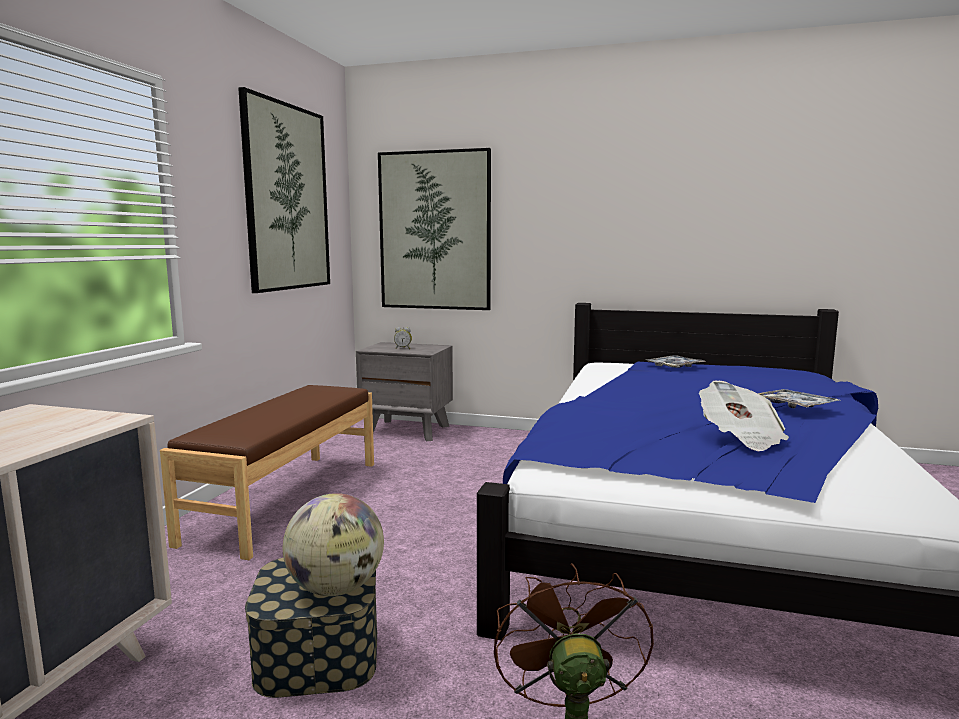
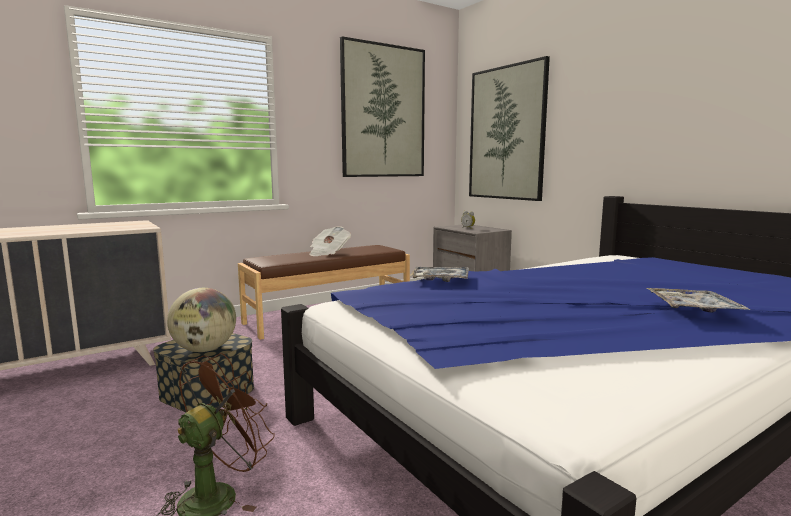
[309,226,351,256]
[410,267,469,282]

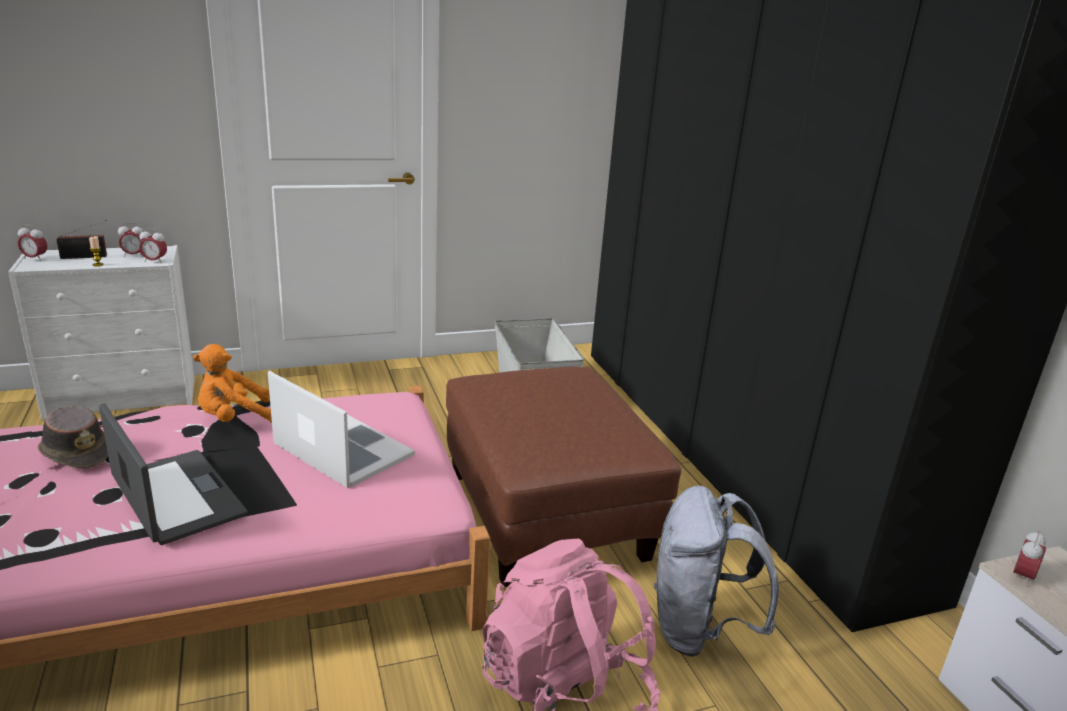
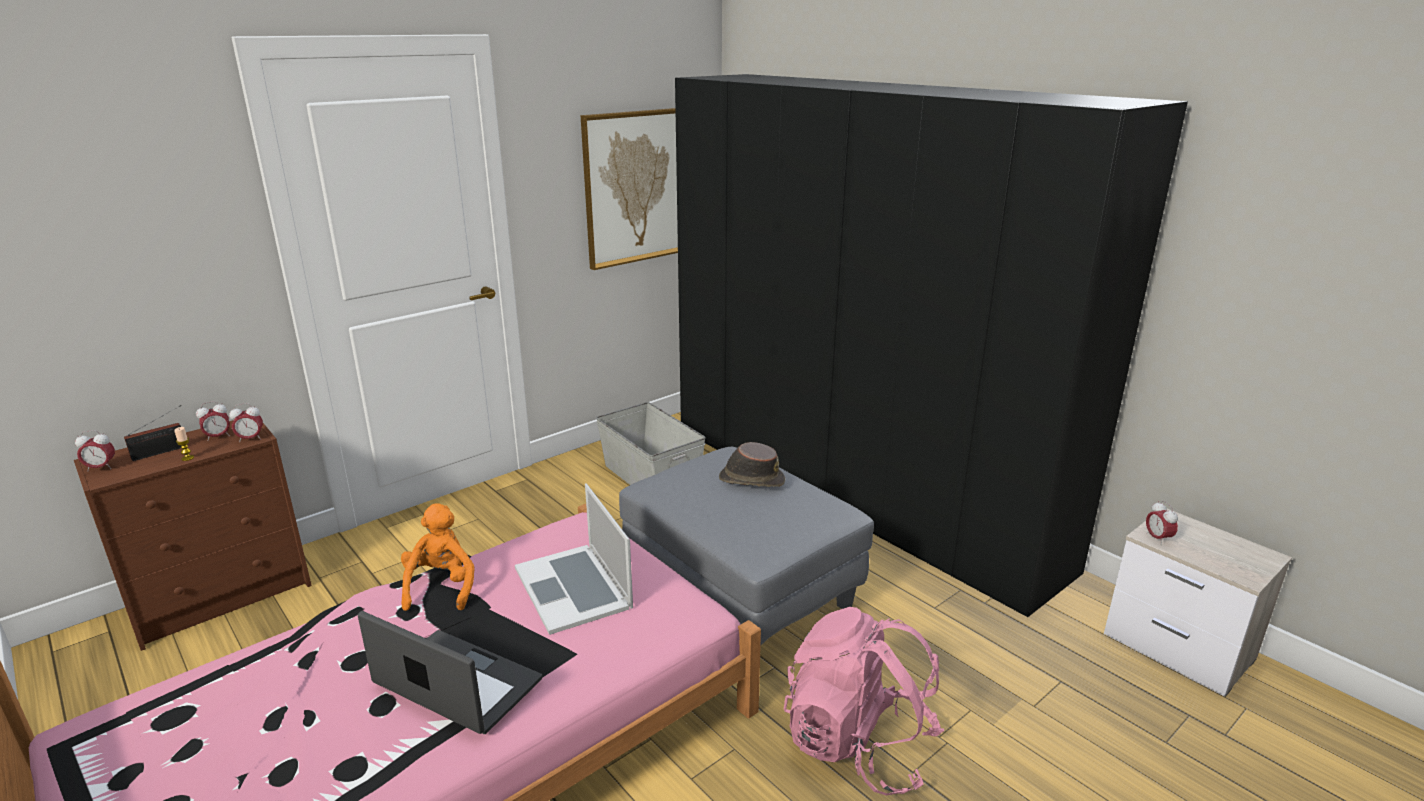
[74,420,312,651]
[401,503,474,611]
[515,483,633,635]
[580,108,678,270]
[619,446,874,645]
[719,442,785,487]
[1146,501,1178,545]
[654,486,779,657] (first image)

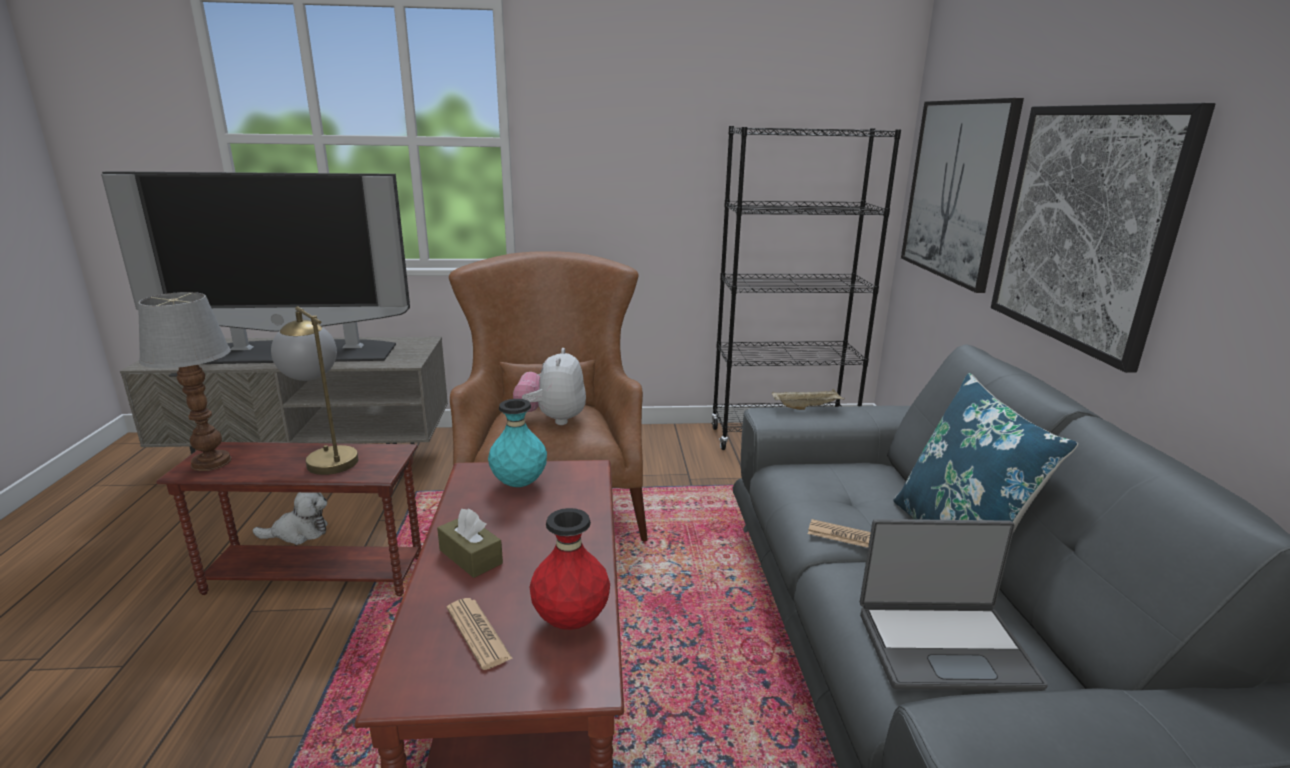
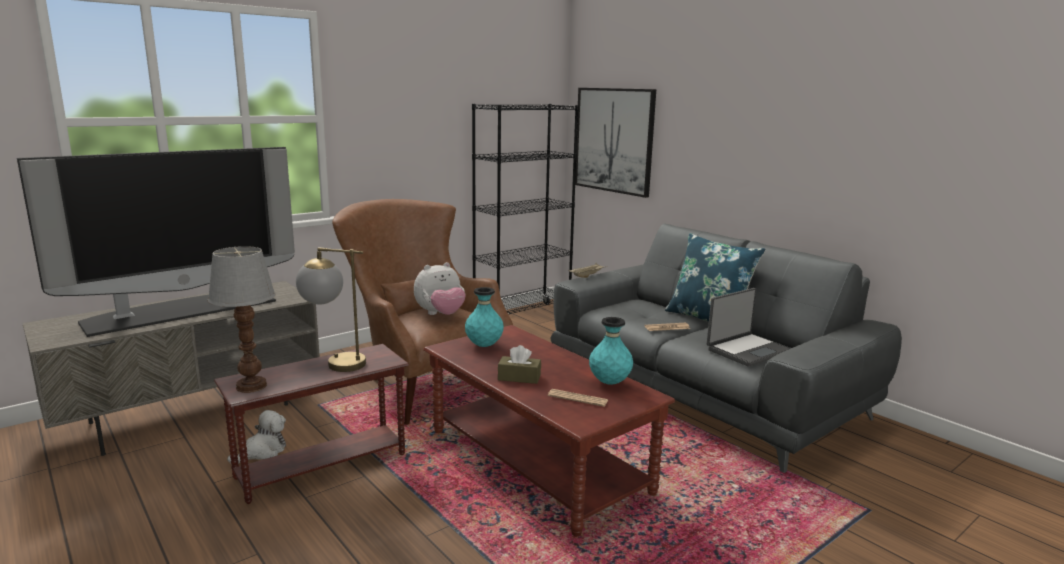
[414,262,466,315]
[589,317,633,385]
[991,103,1215,373] (first image)

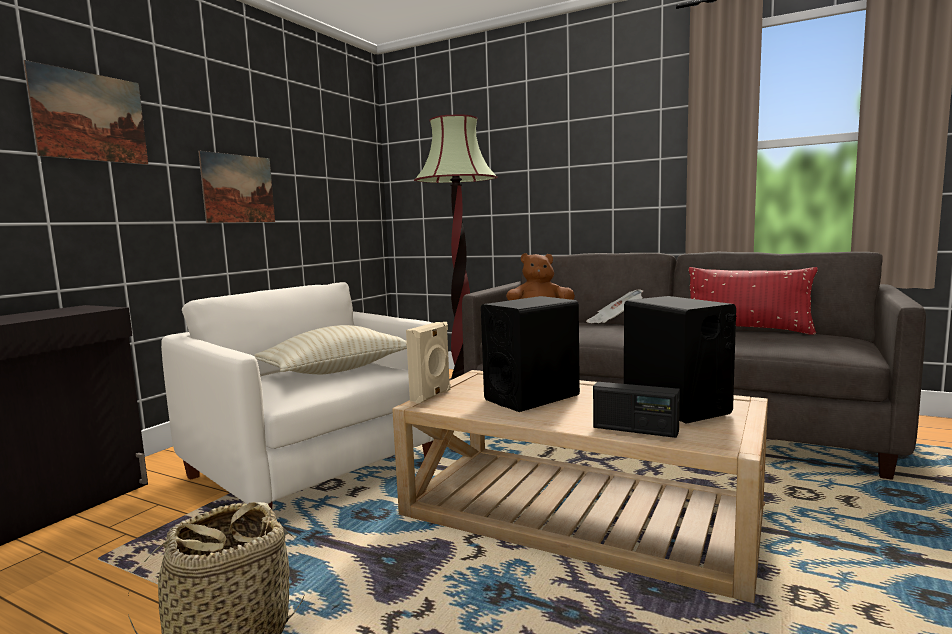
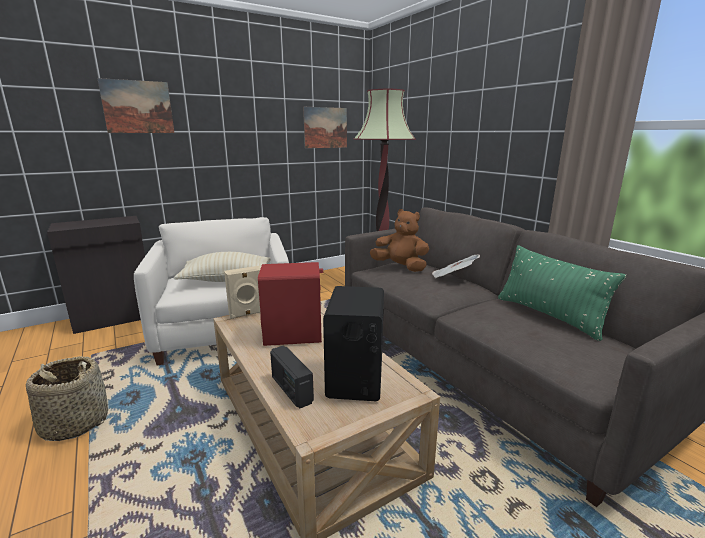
[258,262,323,346]
[303,107,347,148]
[498,245,626,341]

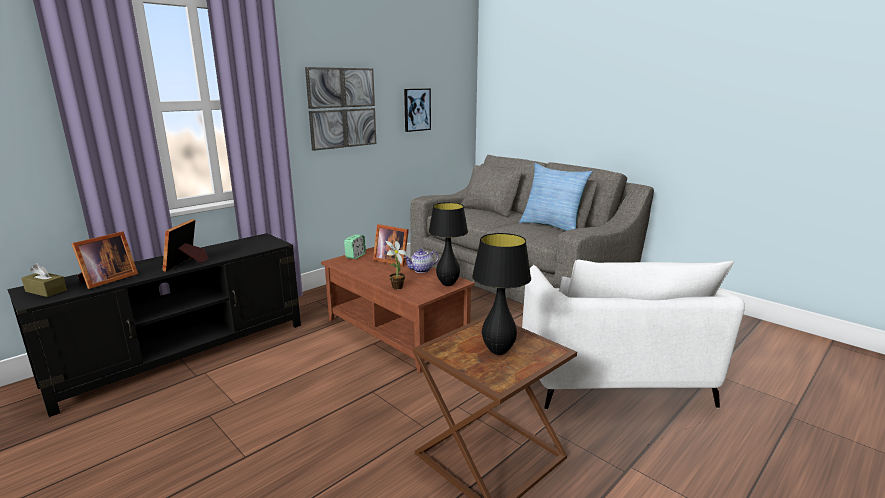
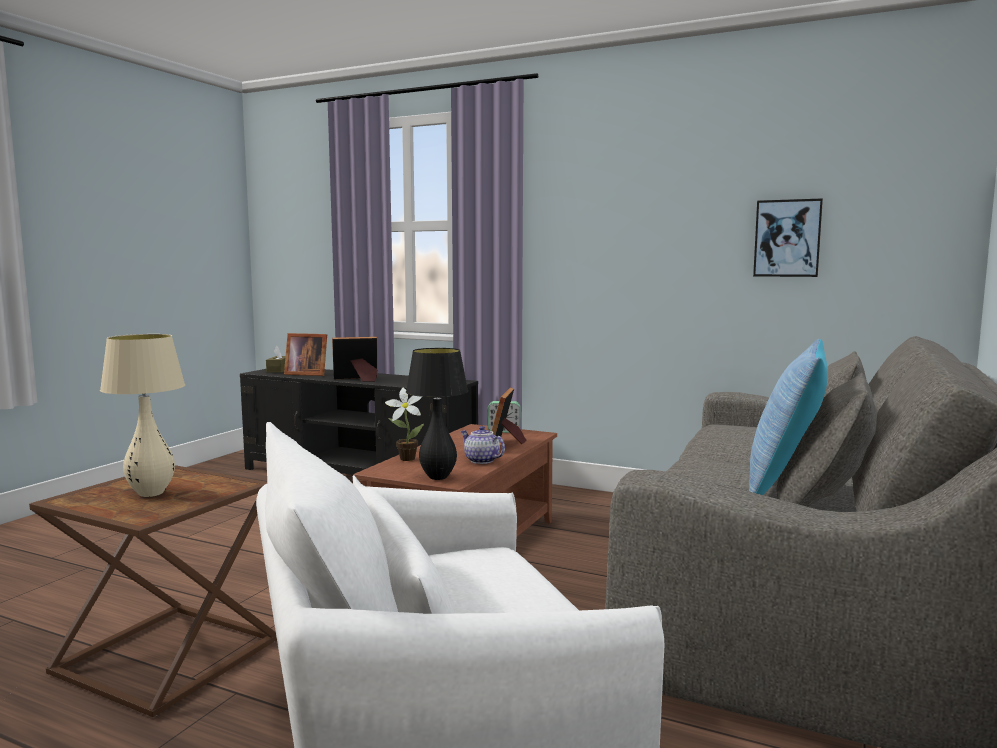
[100,334,185,497]
[305,67,376,151] (first image)

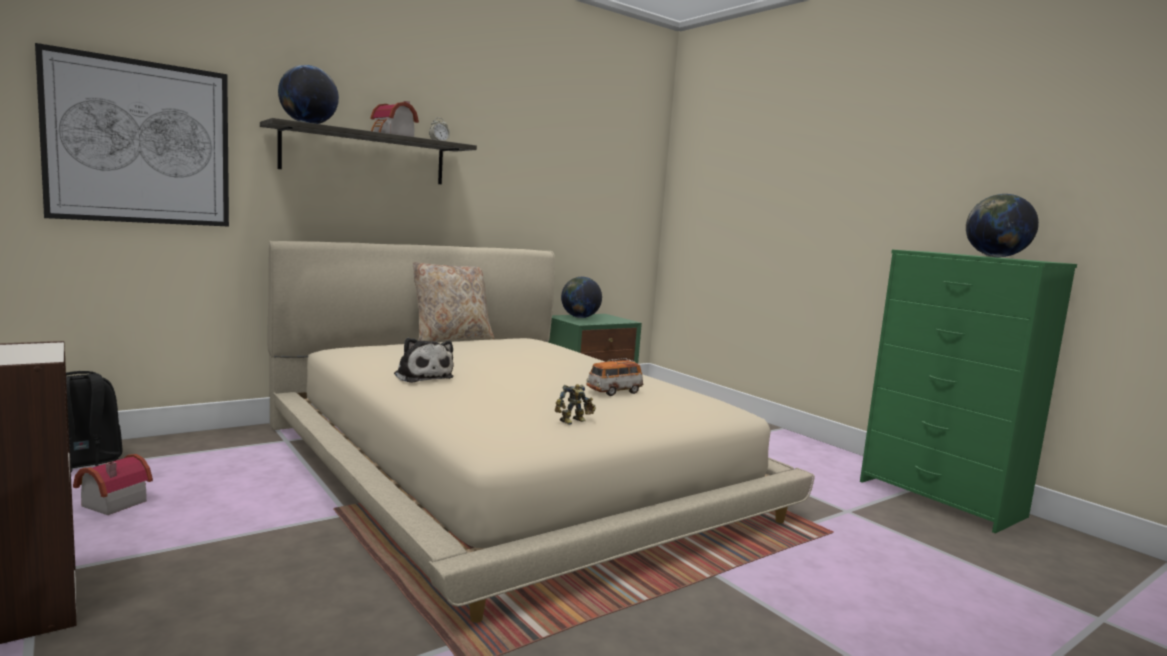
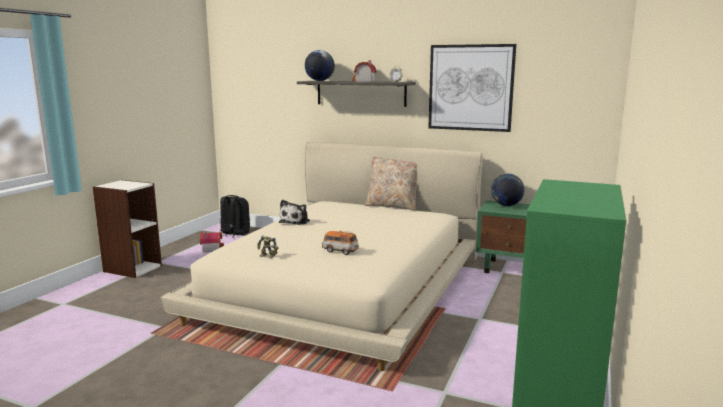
[428,44,516,132]
[966,194,1039,257] (first image)

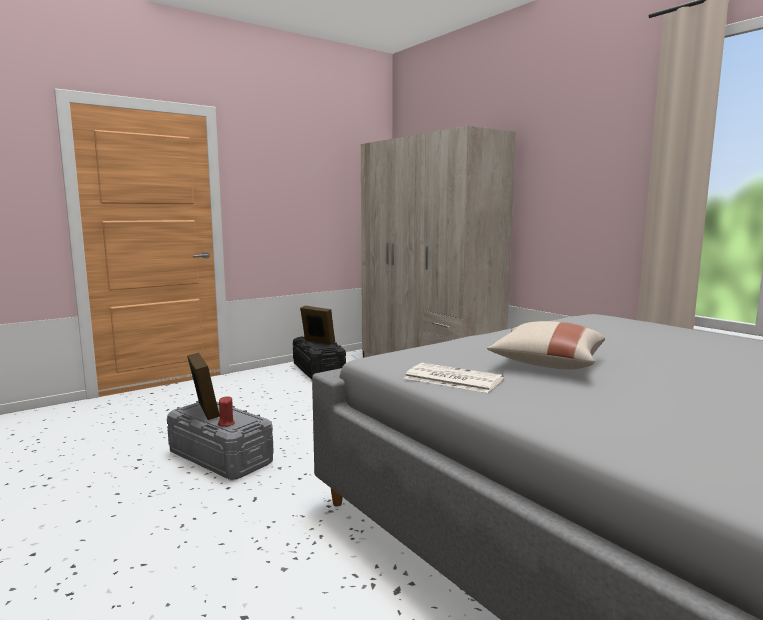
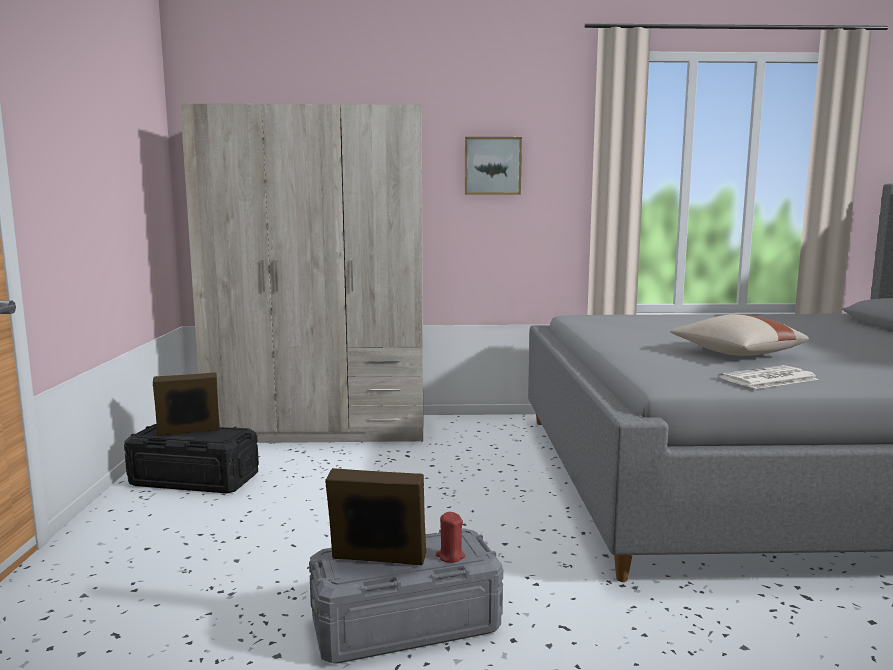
[465,137,522,195]

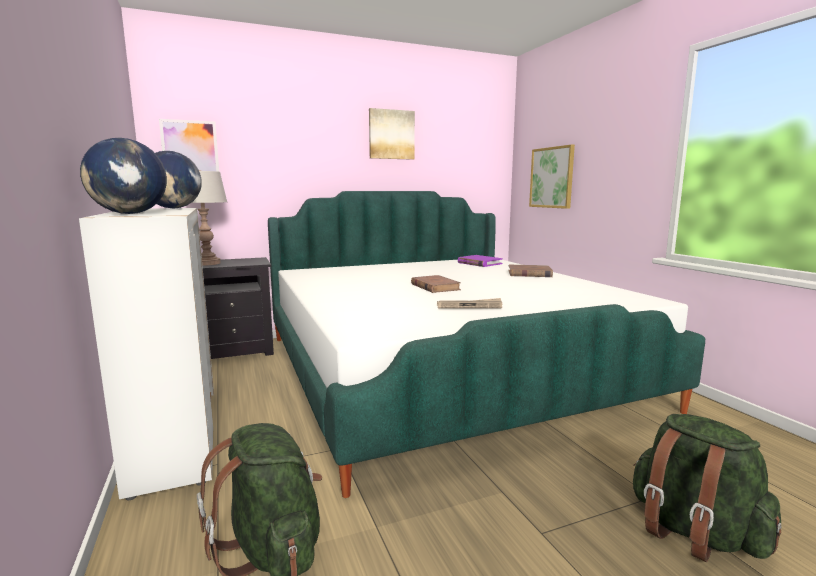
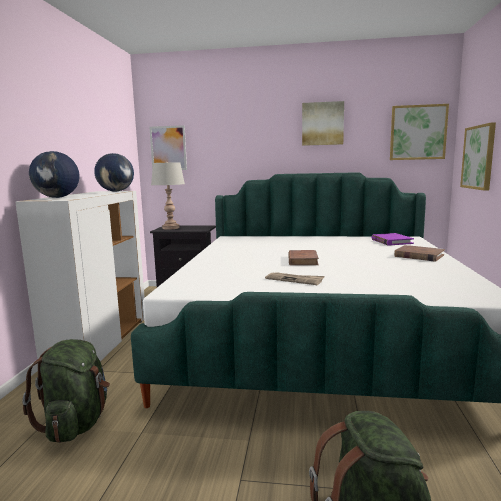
[390,104,449,160]

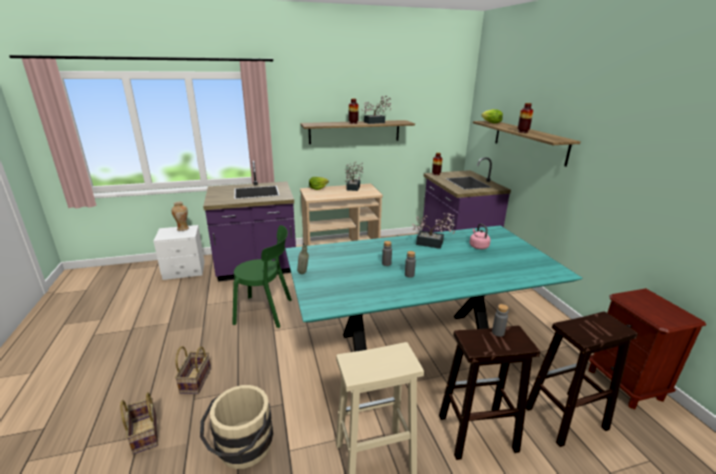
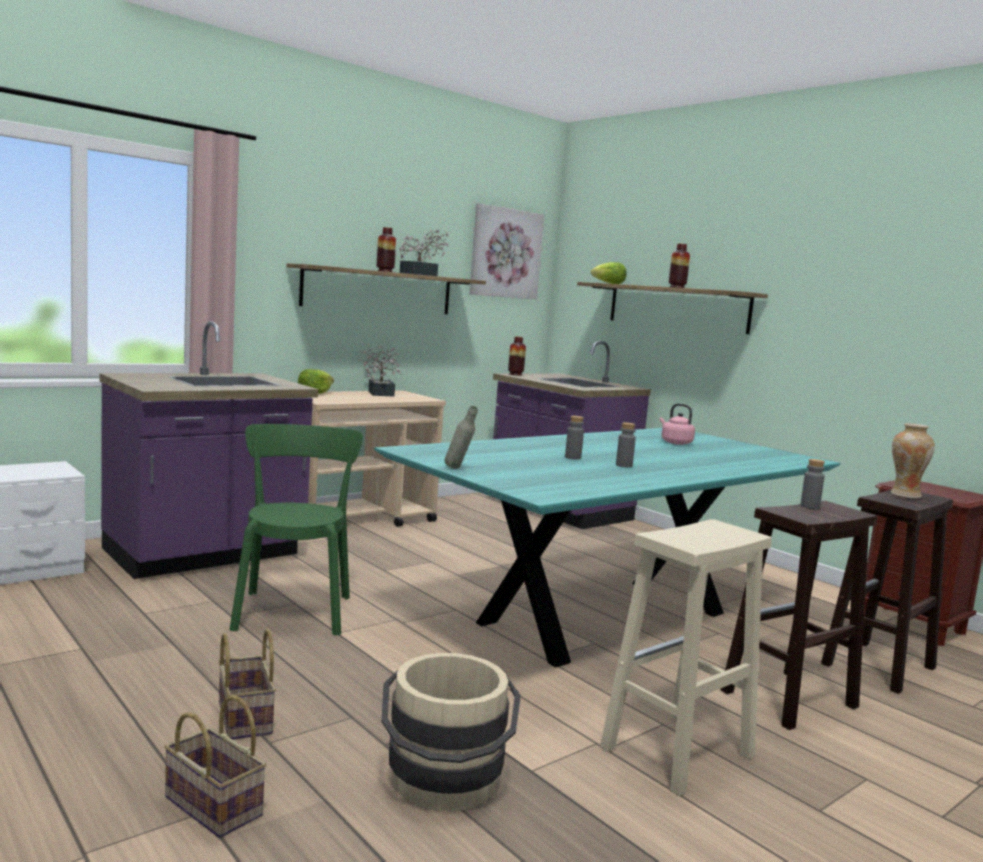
[229,424,363,635]
[469,203,544,300]
[891,423,935,498]
[412,213,455,249] (first image)

